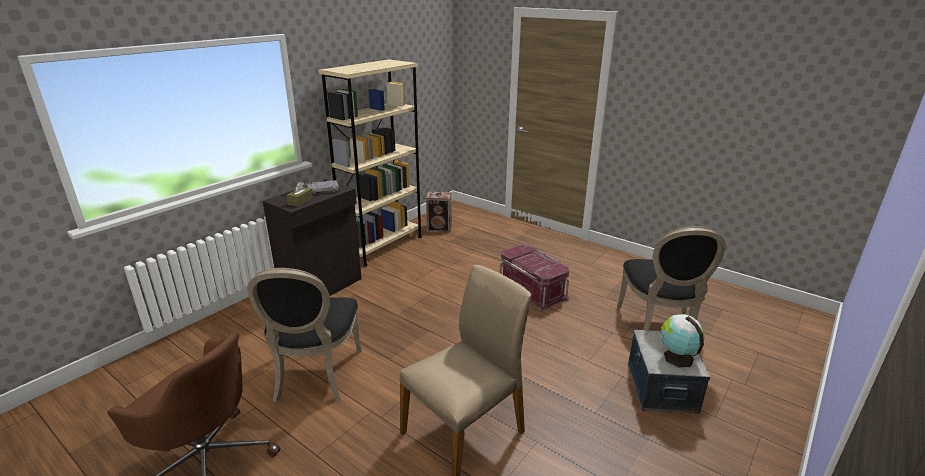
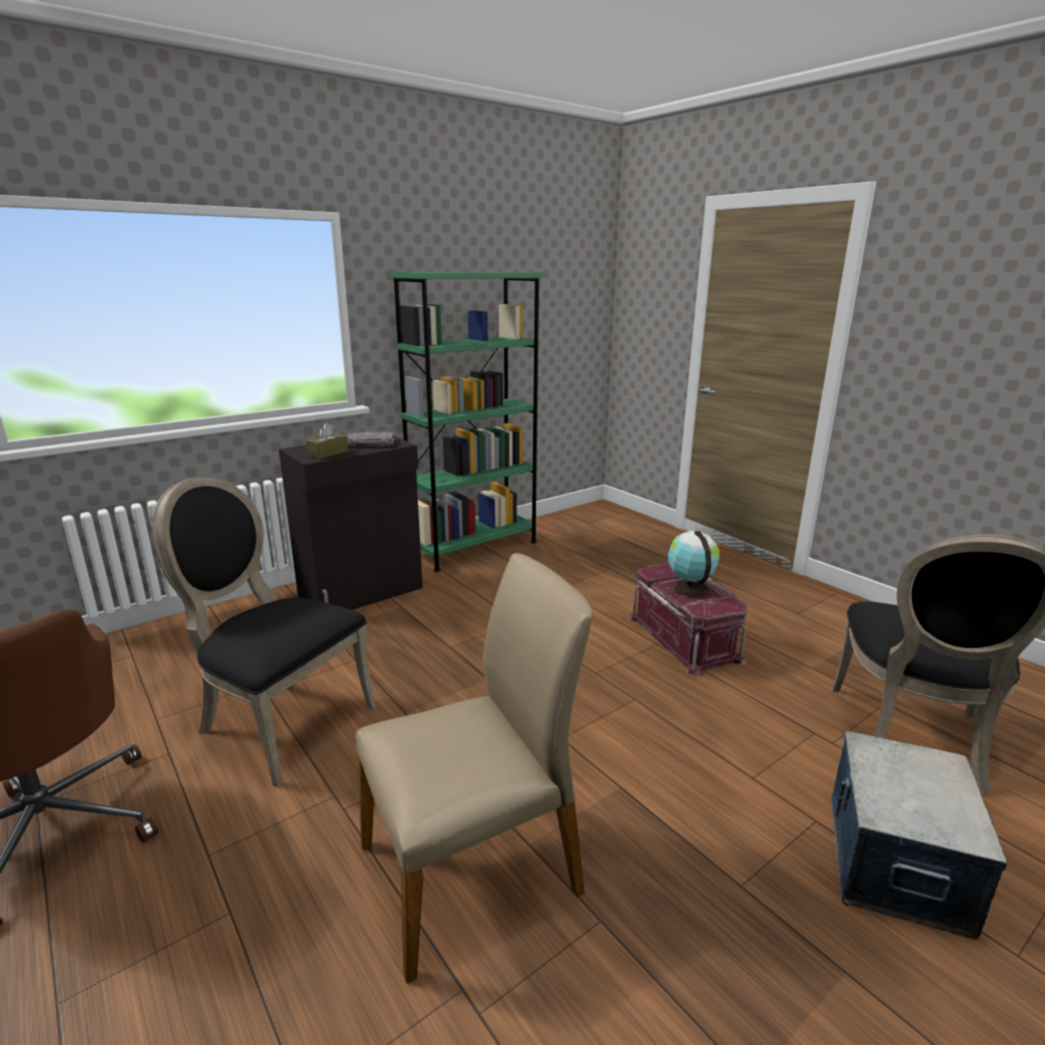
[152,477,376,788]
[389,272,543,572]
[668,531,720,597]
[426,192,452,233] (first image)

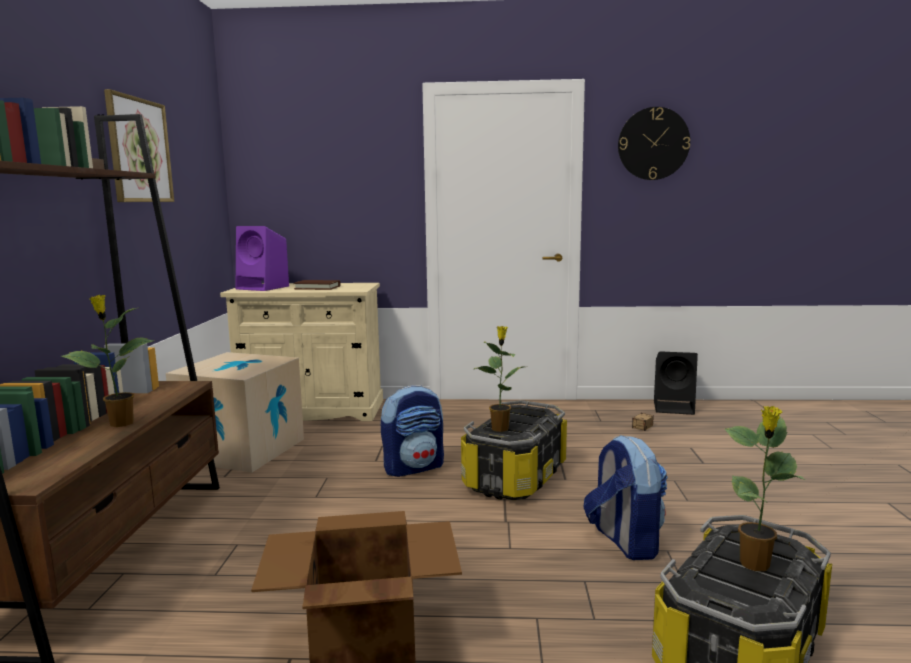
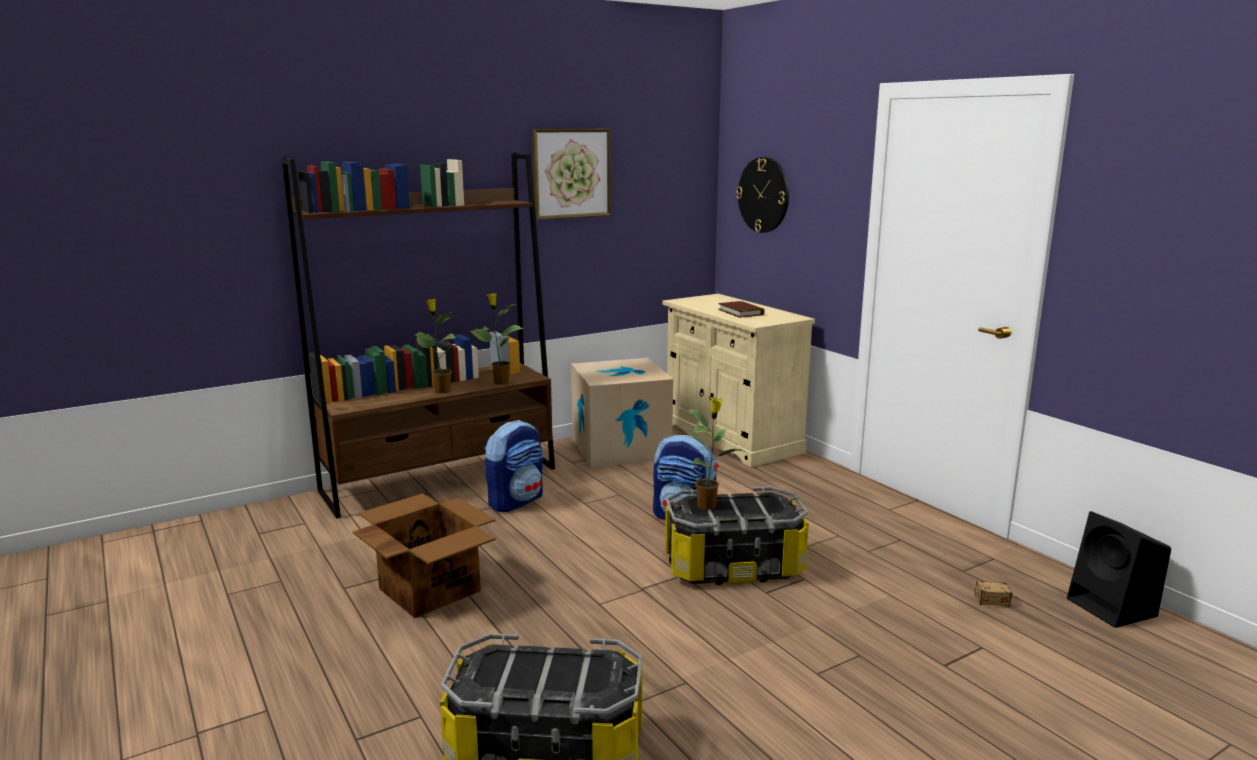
[470,293,524,384]
[484,420,543,512]
[736,157,789,233]
[236,226,289,291] (first image)

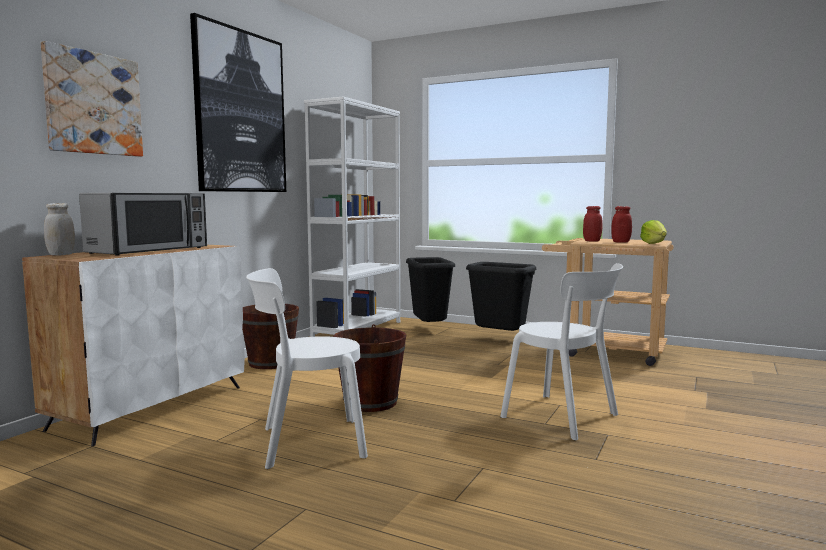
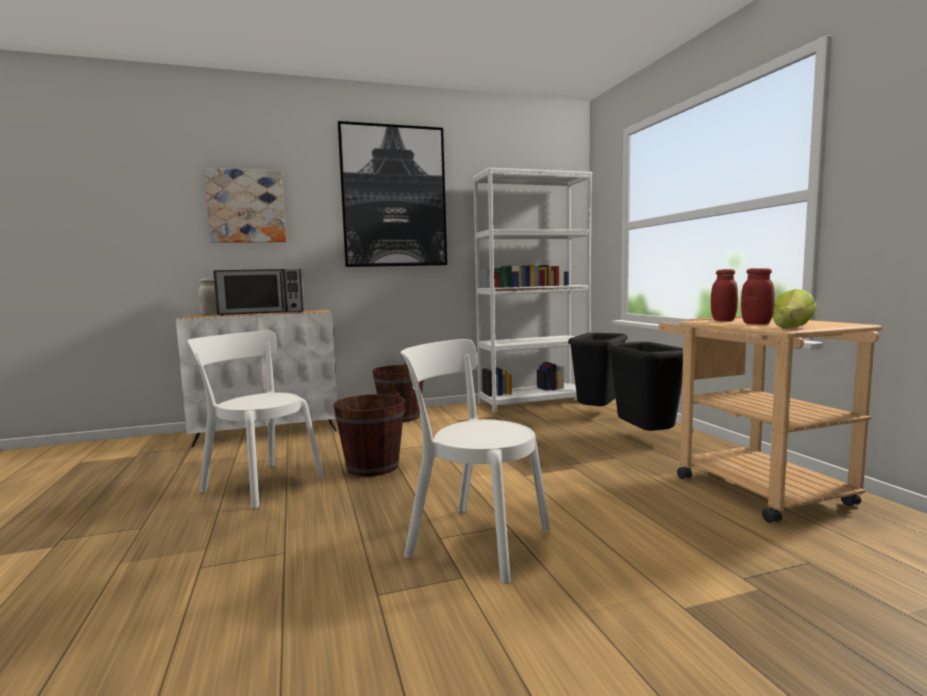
[401,339,550,584]

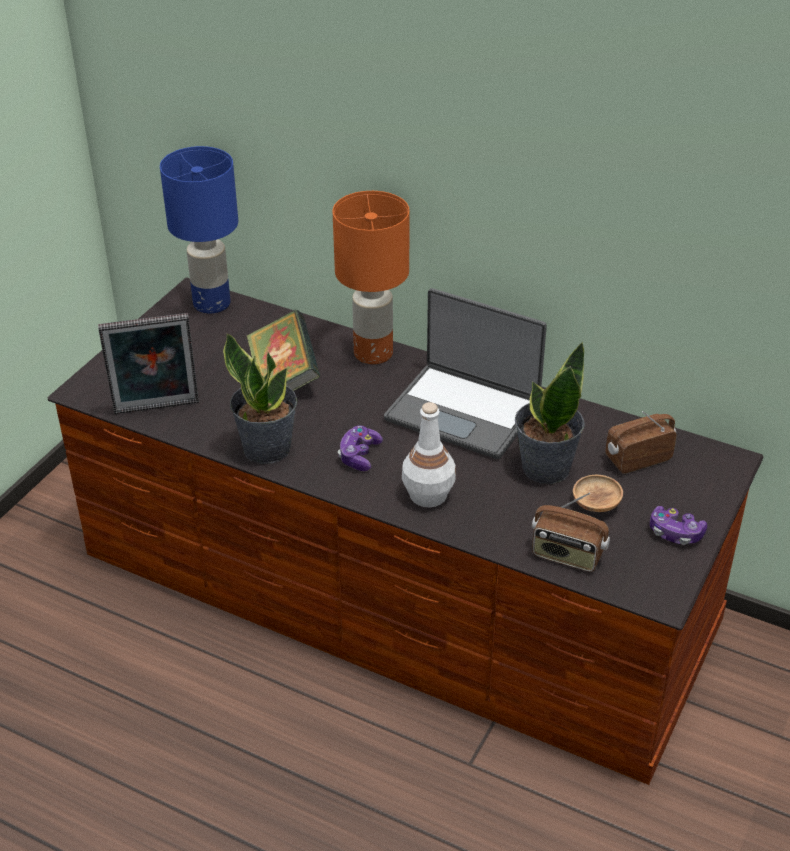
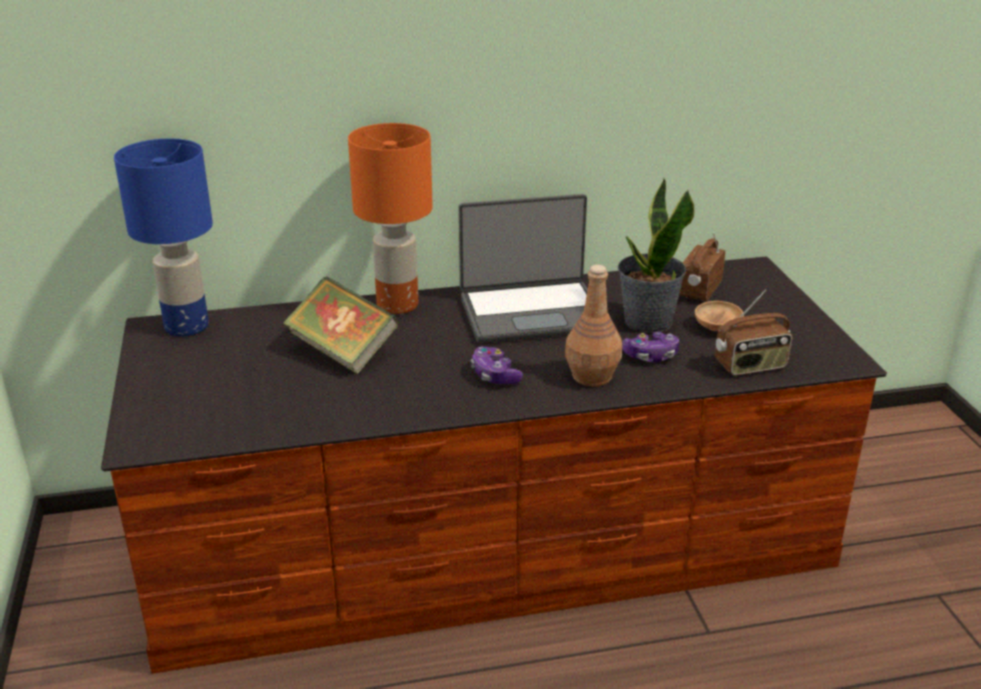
[565,265,622,386]
[622,332,679,362]
[98,313,199,414] (first image)
[223,333,297,464] (first image)

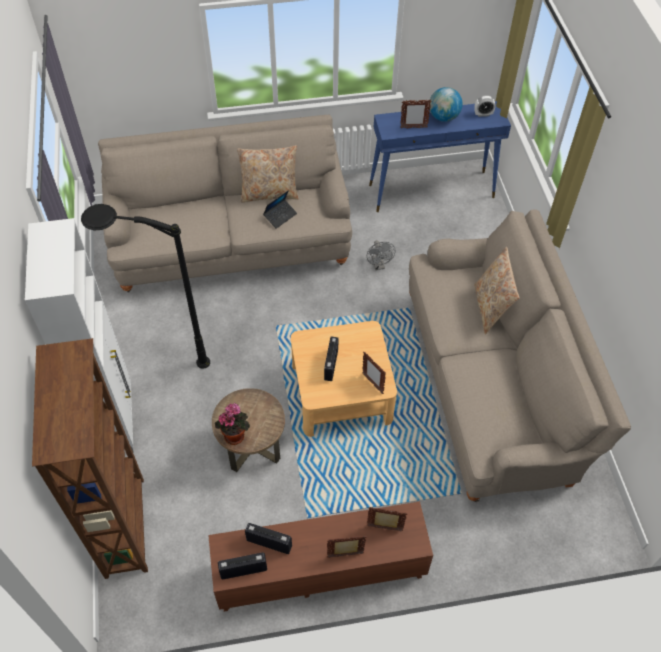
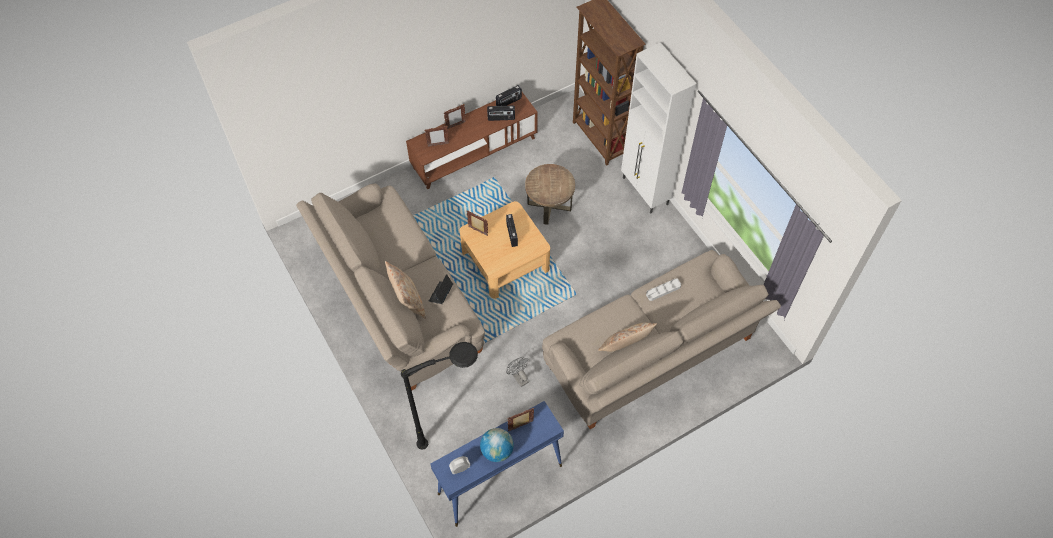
[401,342,478,450]
[429,274,453,304]
[646,278,681,301]
[215,403,250,445] (first image)

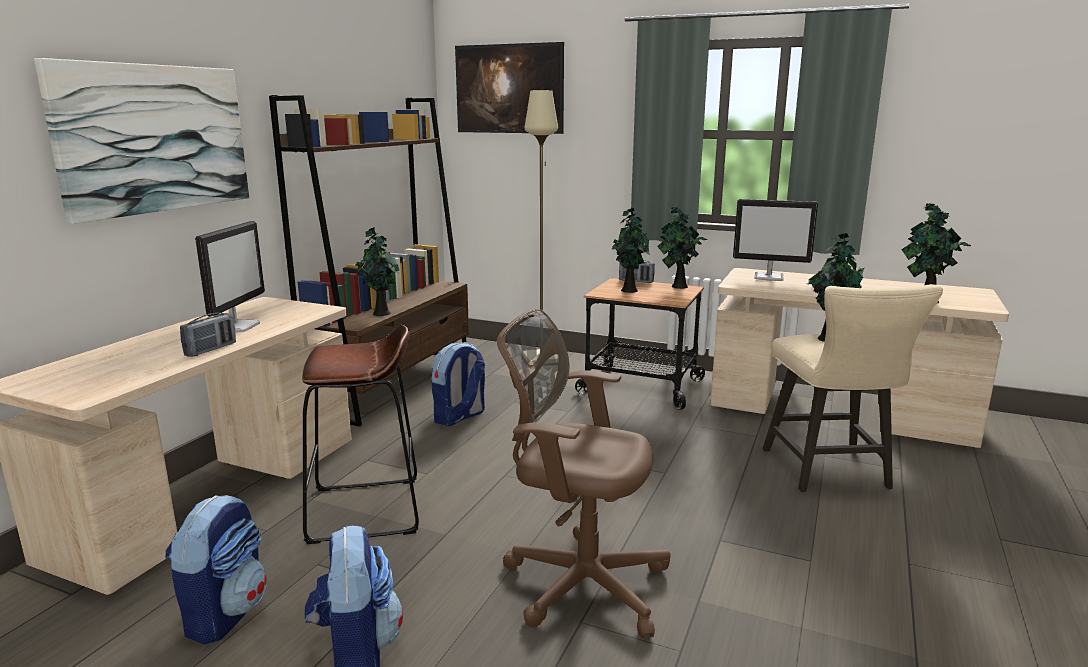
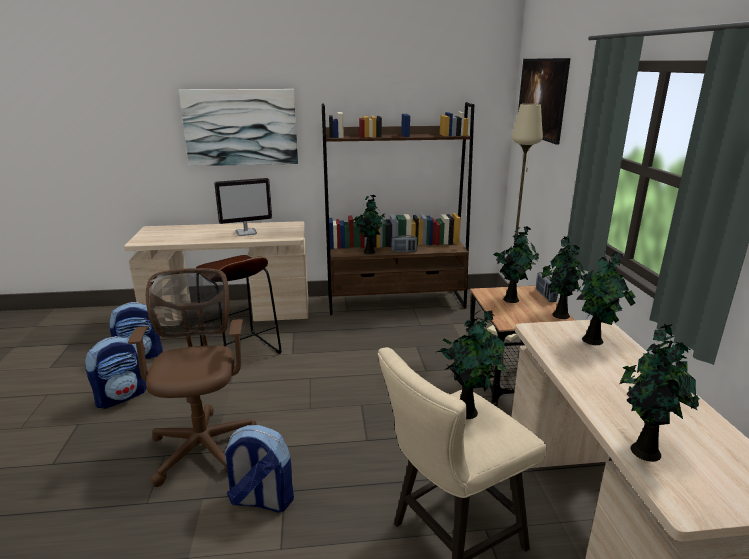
[224,425,294,513]
[391,235,417,252]
[576,252,636,345]

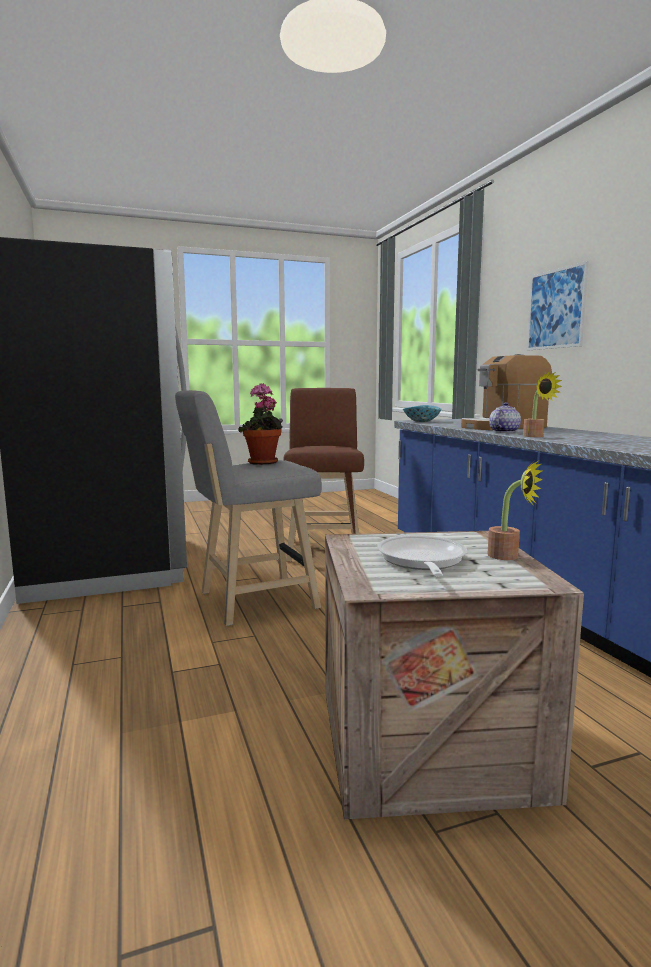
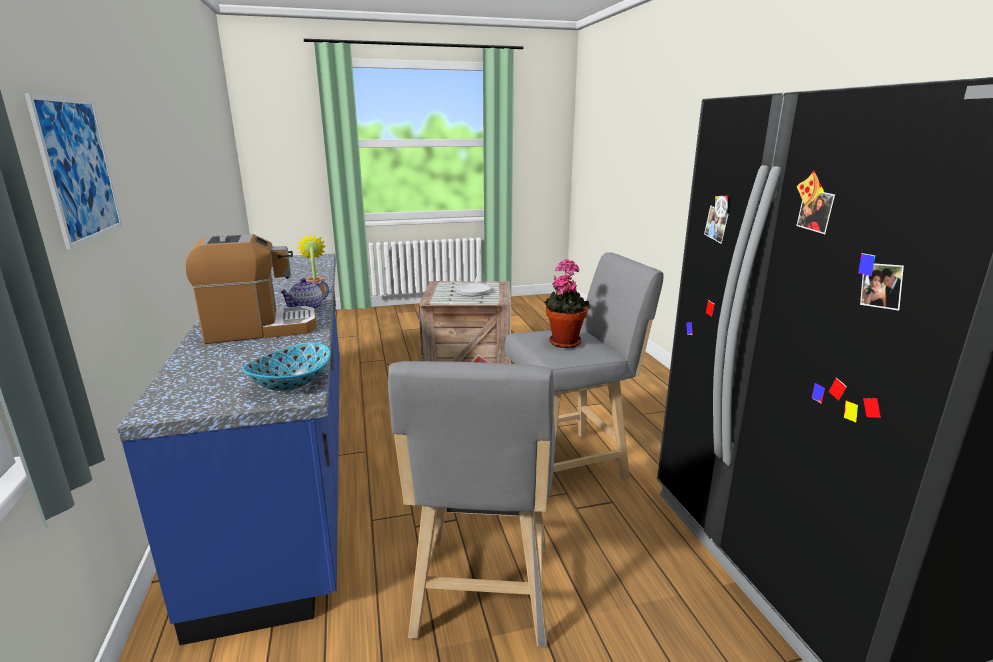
[388,361,555,648]
[487,461,543,560] (first image)

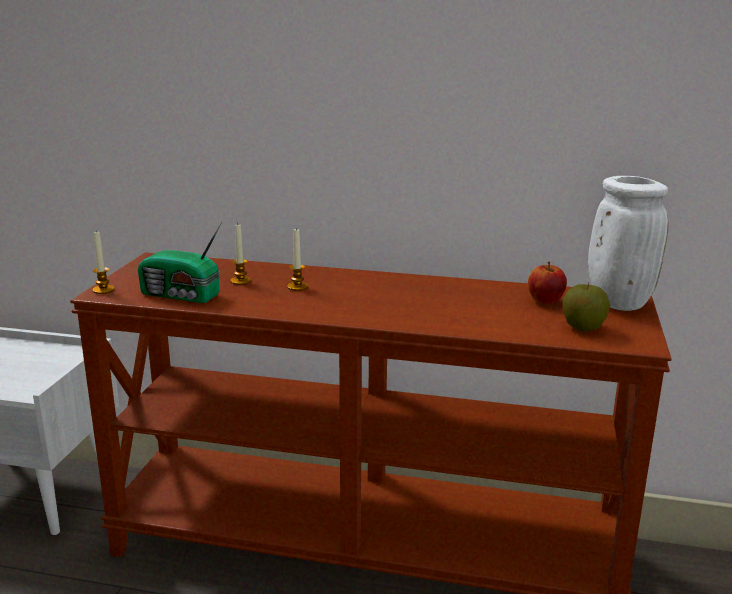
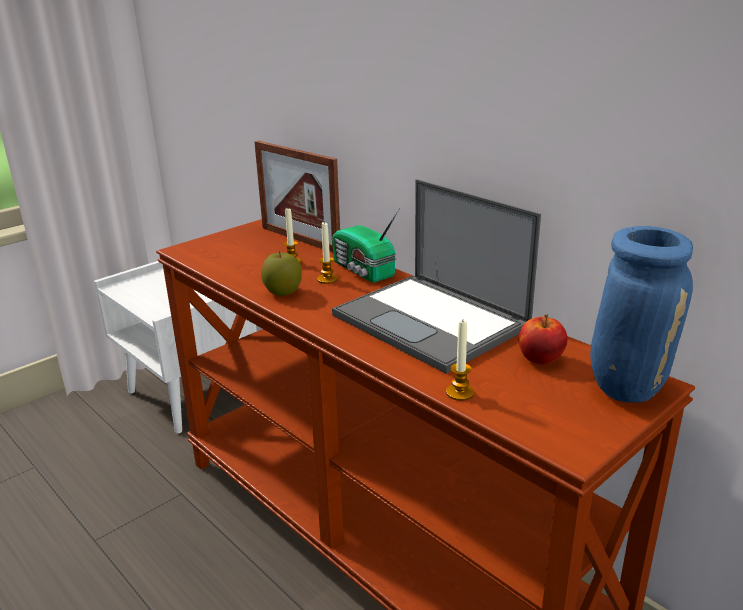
[254,141,340,252]
[261,251,302,296]
[332,179,541,374]
[332,209,399,282]
[446,321,474,401]
[590,226,693,403]

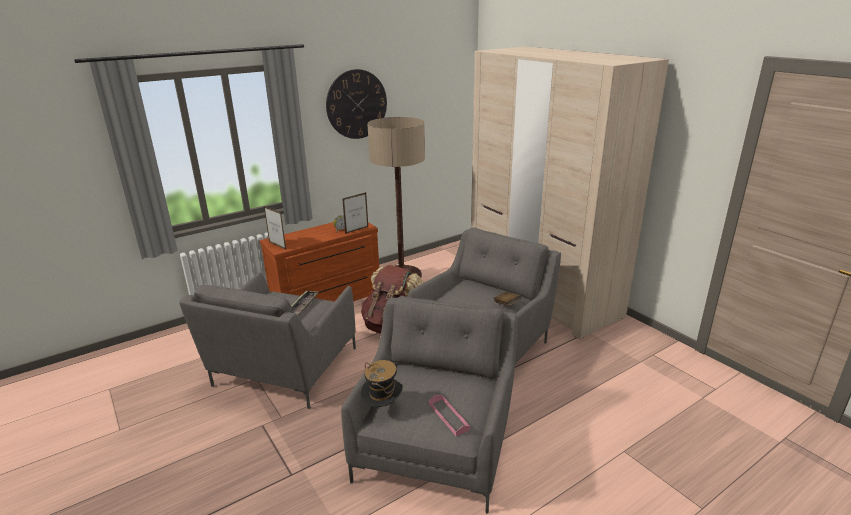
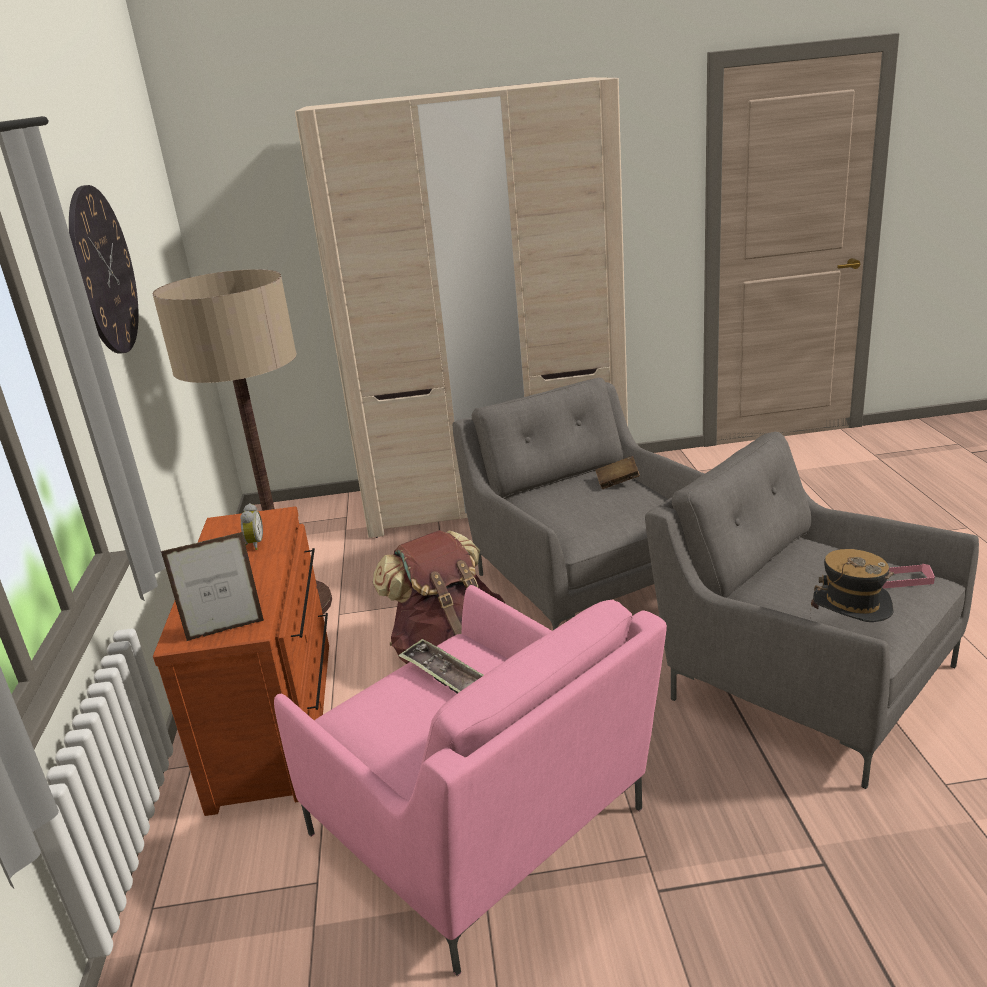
[274,585,667,976]
[342,192,368,234] (first image)

